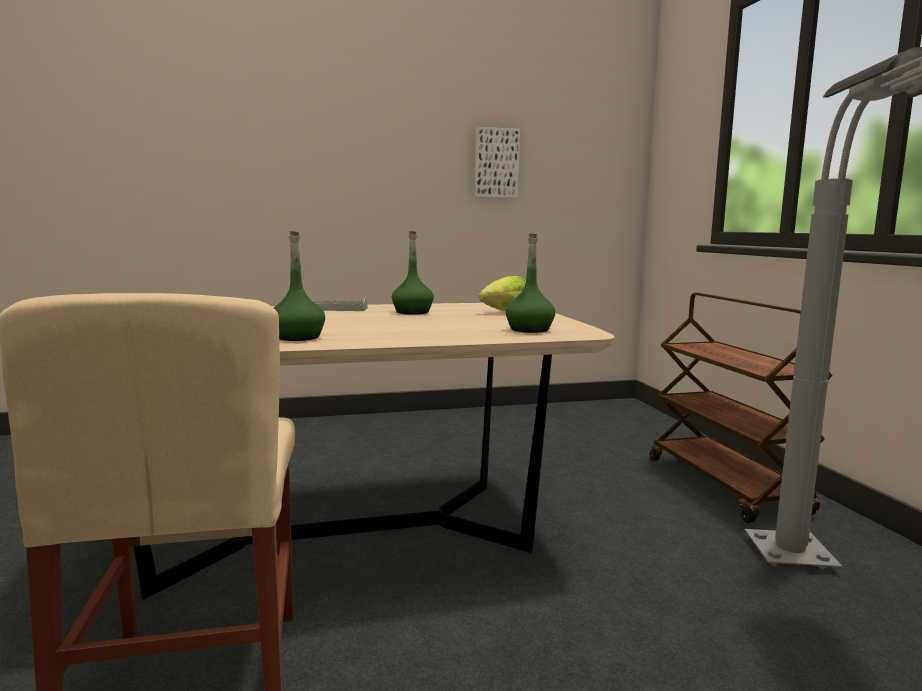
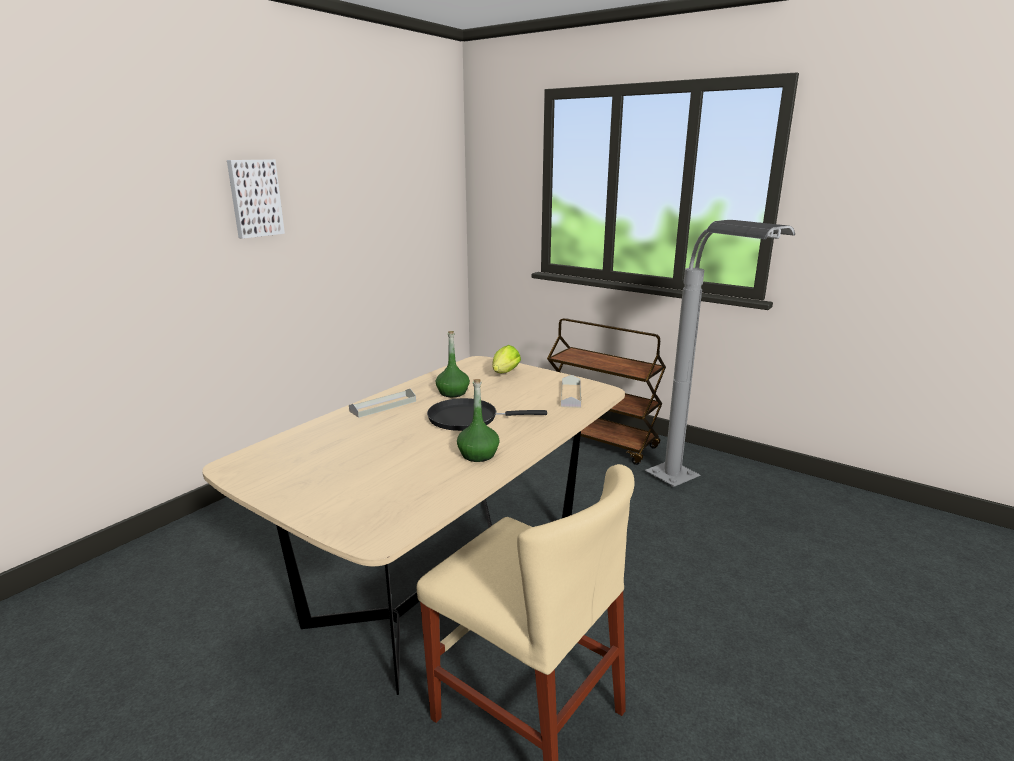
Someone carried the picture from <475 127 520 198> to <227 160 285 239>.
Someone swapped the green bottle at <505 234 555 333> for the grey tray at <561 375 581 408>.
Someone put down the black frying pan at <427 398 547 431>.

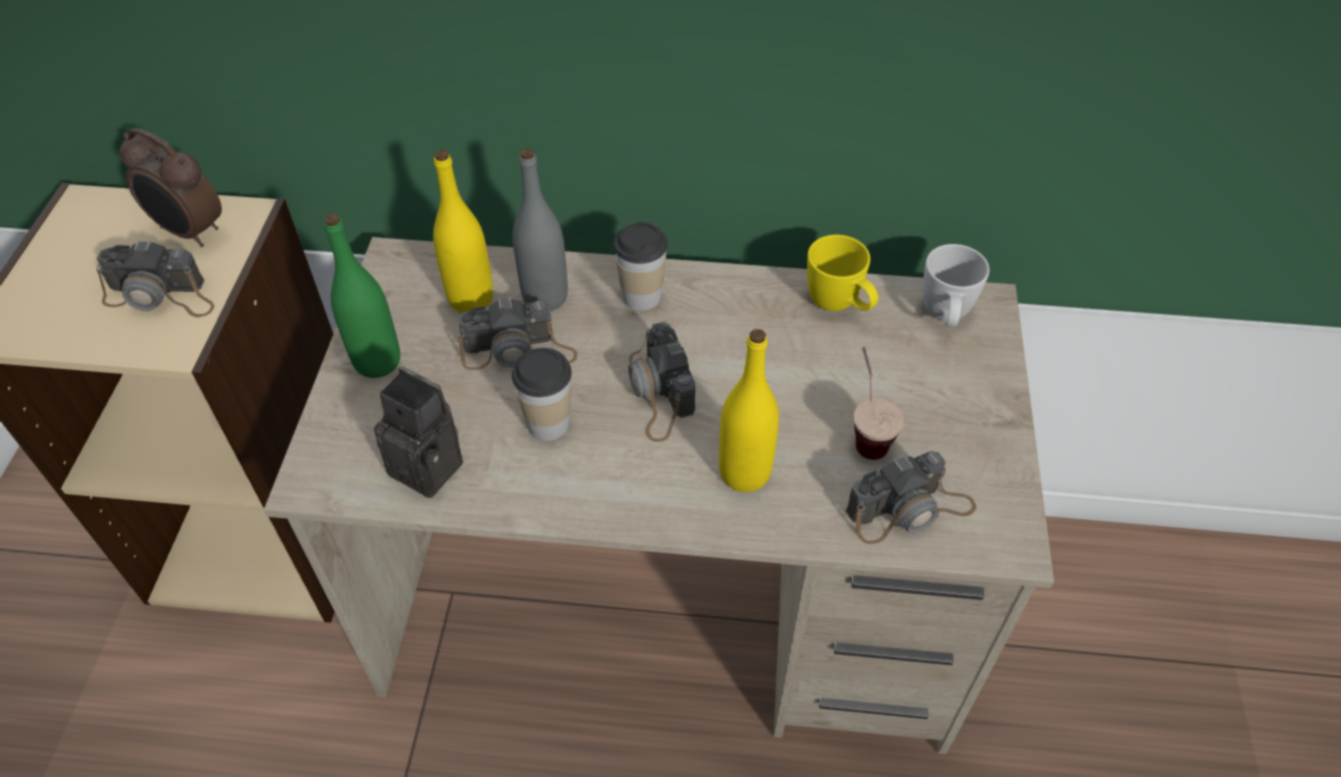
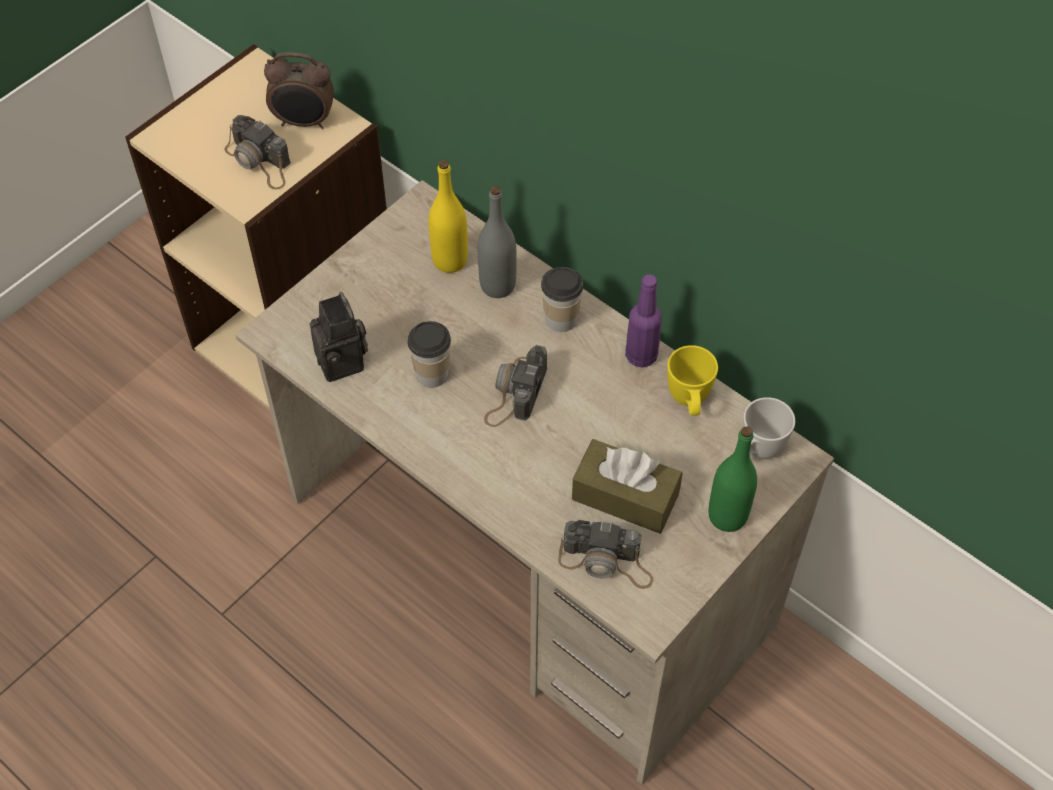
Someone rotated the alarm clock at <119 128 222 247> by 60 degrees counterclockwise.
Someone carried the green bottle from <324 213 400 378> to <708 426 757 532>.
Someone took away the photo camera at <458 297 577 370>.
Someone took away the yellow bottle at <719 329 779 492>.
Someone swapped the cup at <854 347 904 460> for the brown tissue box at <572 439 682 534>.
Someone put down the purple bottle at <625 274 662 367>.

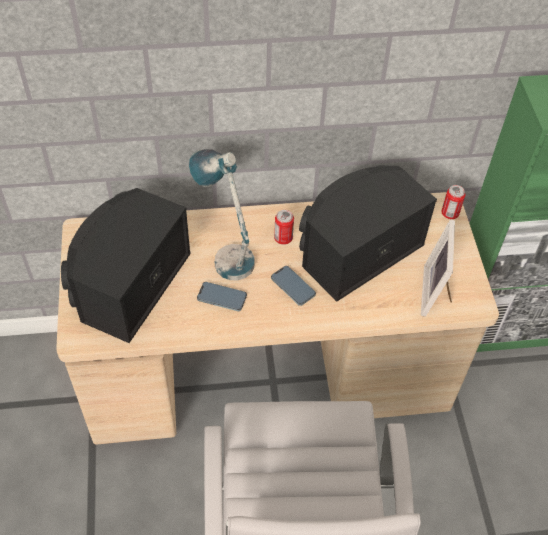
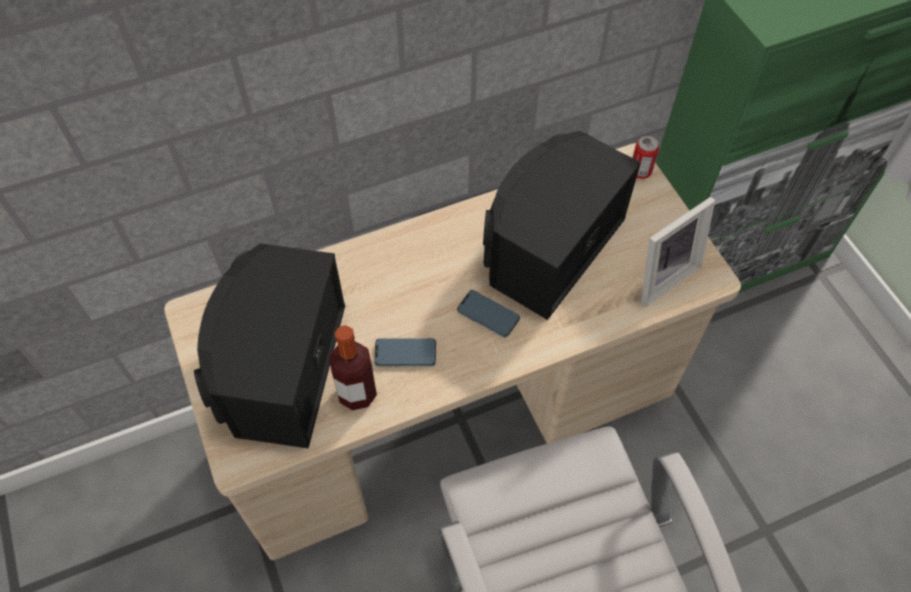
Someone took away the table lamp at <189 149 255 280>.
Someone took away the can at <274 210 294 245>.
Someone rotated the picture frame at <421 220 455 317> by 120 degrees counterclockwise.
Someone put down the bottle at <329 325 377 410>.

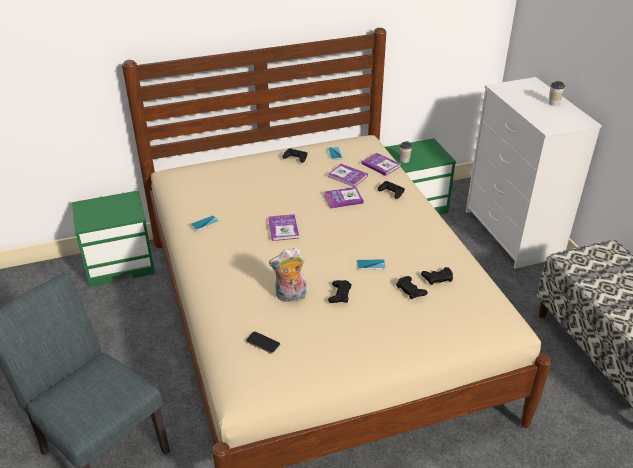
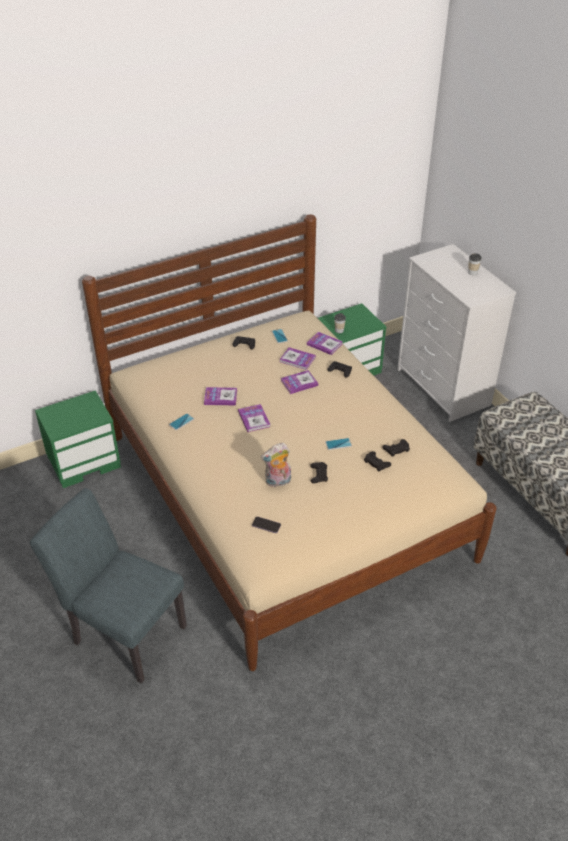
Someone put down the book at <204 387 237 405>.

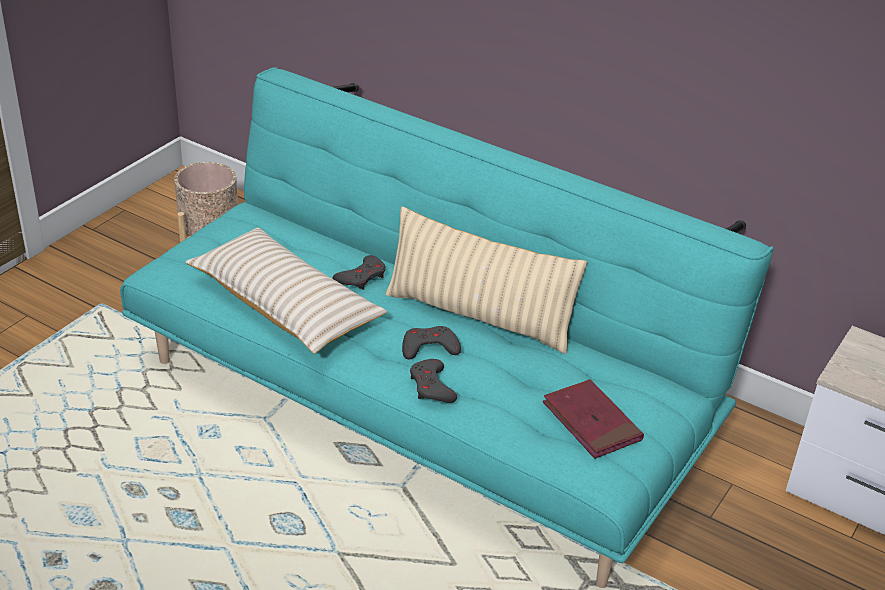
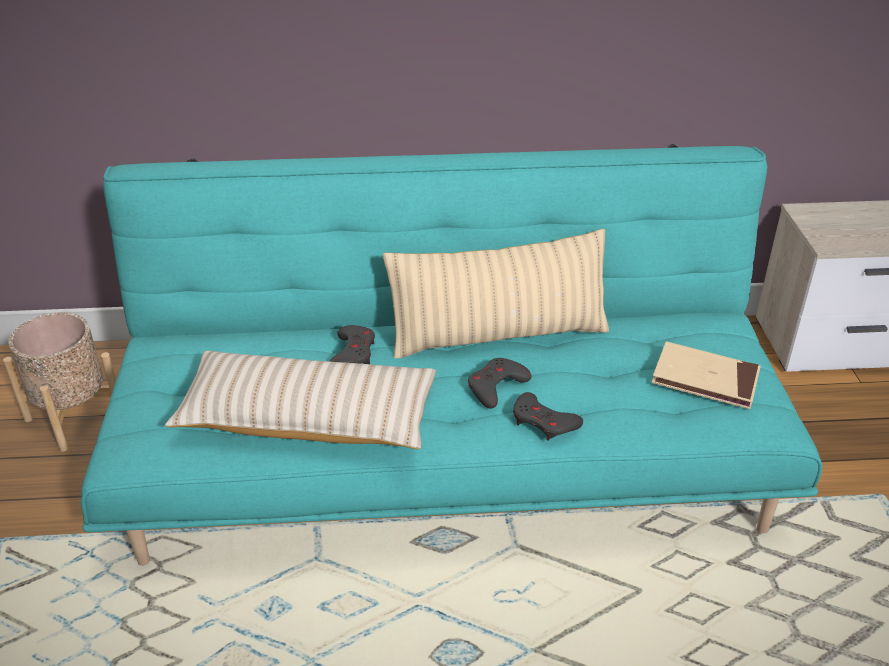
Someone repainted the red book at <543 379 644 459>, which became the beige book at <652 341 761 409>.

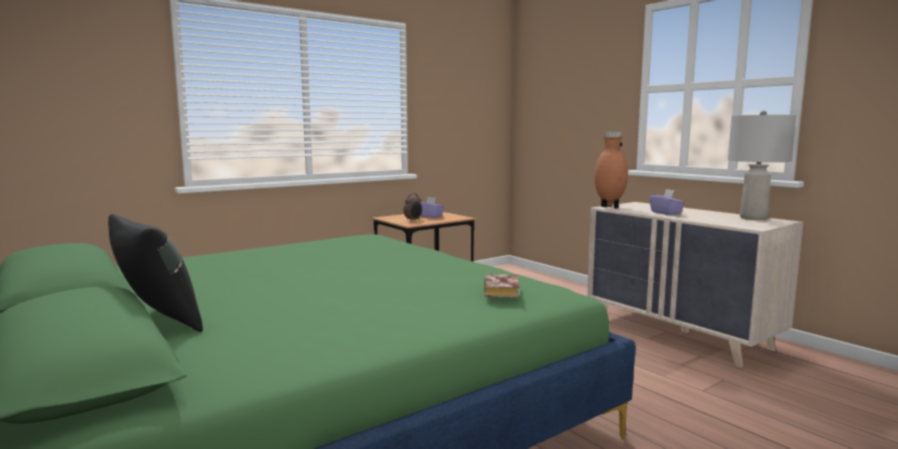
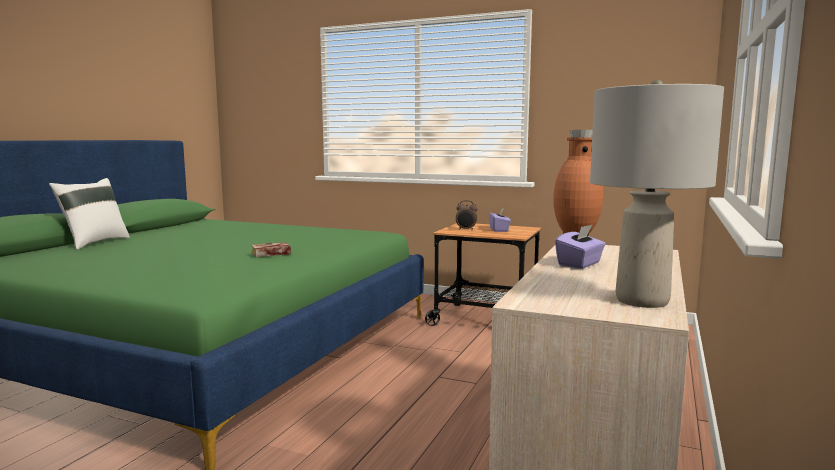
Someone repainted the black pillow at <108 214 203 332>, which became the white pillow at <49 178 130 250>.
Someone carried the book from <484 274 520 298> to <251 242 291 257>.

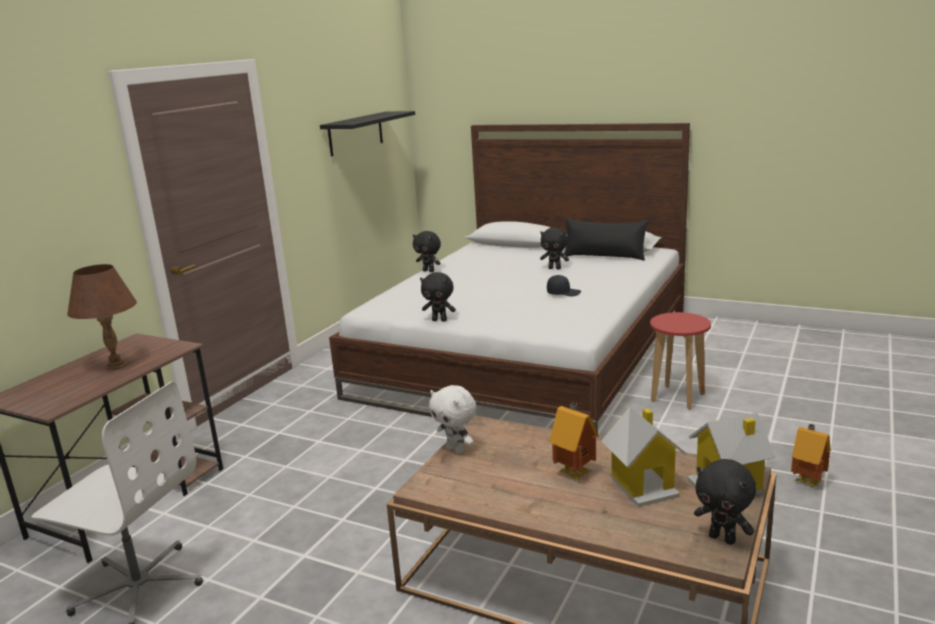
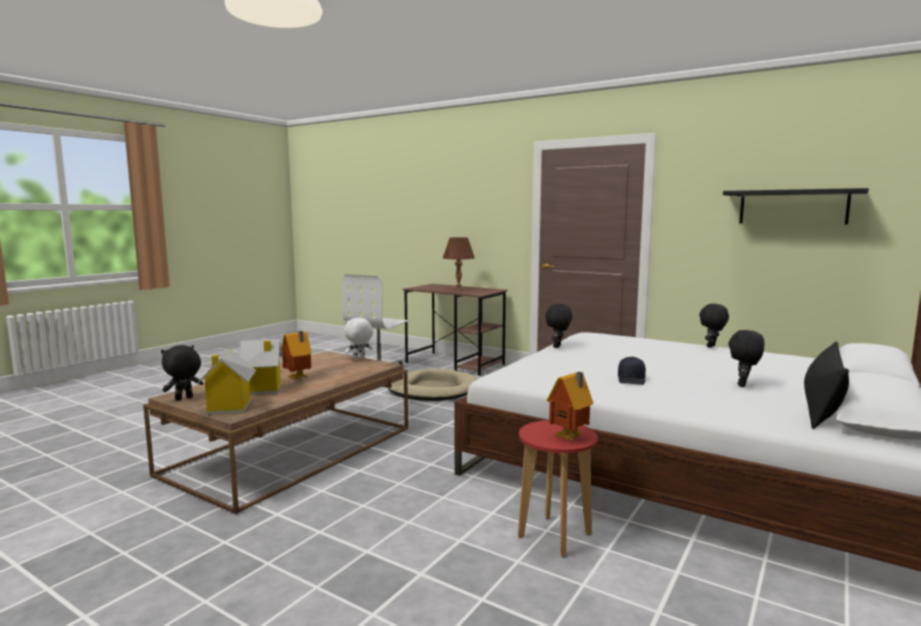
Someone carried the toy house from <791 424 831 488> to <547 372 593 441>.
Someone put down the beige dog bed at <388 369 477 401>.

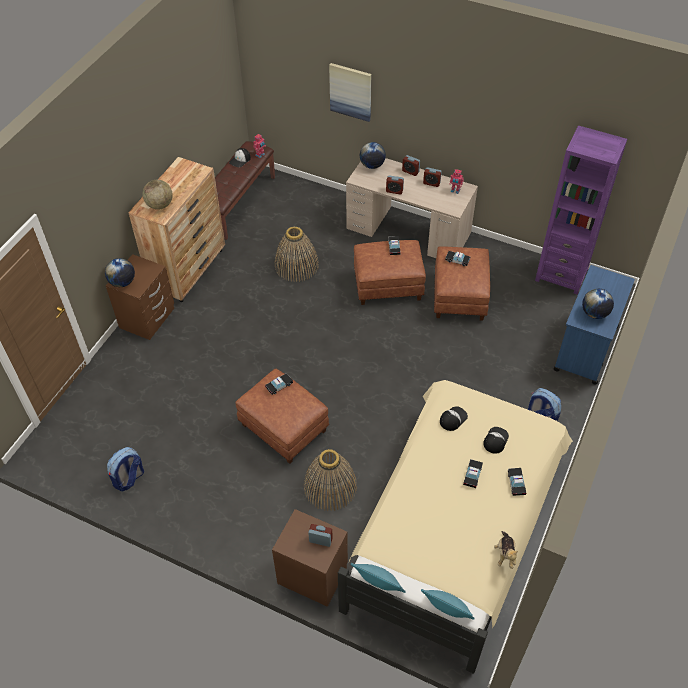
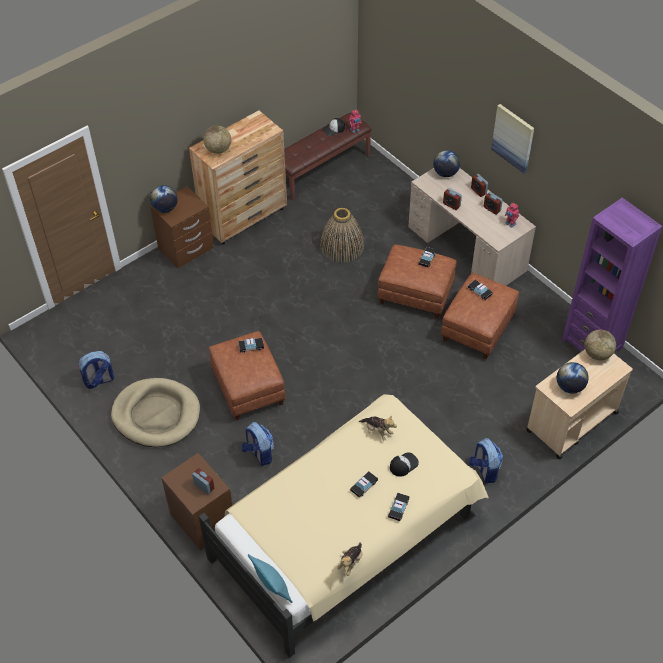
Someone carried the picture from <329 63 371 122> to <491 104 534 173>.
Someone repainted the blue cart at <554 265 635 385>, which became the beige cart at <526 349 633 459>.
Someone swapped the cap at <440 406 468 431> for the plush toy at <359 415 397 440>.
Someone swapped the basket at <304 449 357 511> for the backpack at <241 422 274 466>.
Someone took away the turquoise pillow at <351 563 406 593>.
Someone put down the globe at <585 330 616 360>.
Someone put down the beige dog bed at <111 378 200 447>.

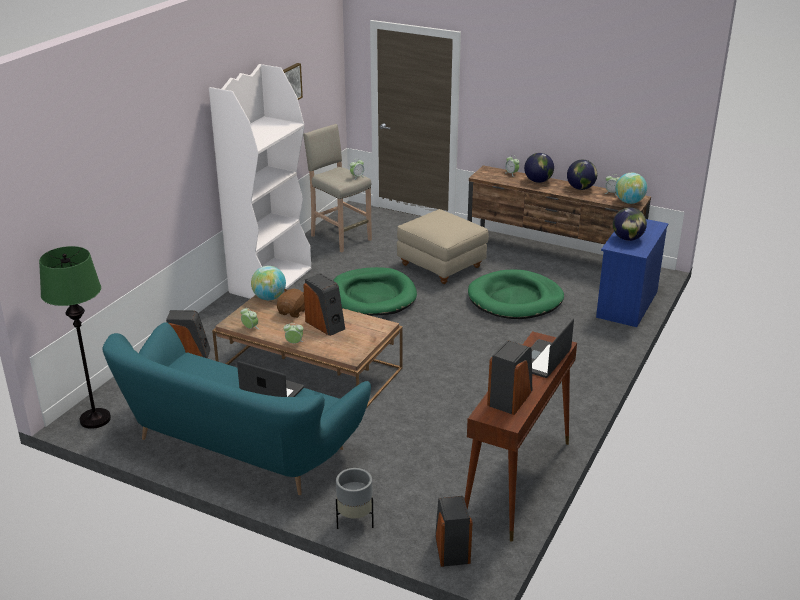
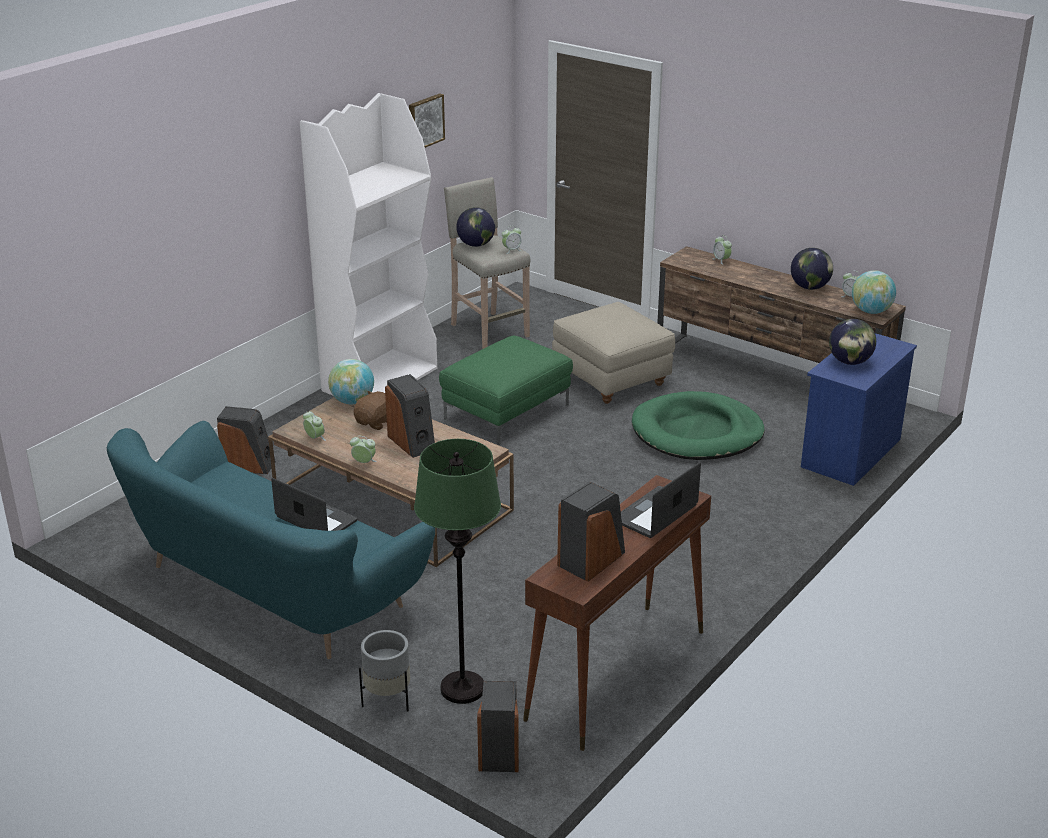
Someone carried the globe from <524 153 554 183> to <456 207 495 247>.
Someone carried the green floor lamp from <39 246 111 429> to <414 439 501 704>.
Someone swapped the green dog bed at <333 267 417 316> for the green ottoman at <439 336 573 445>.

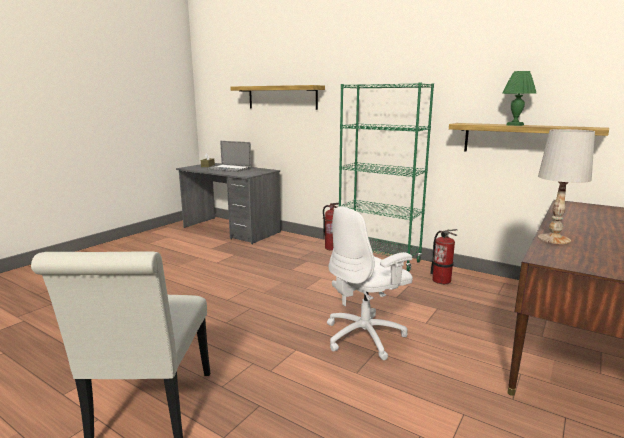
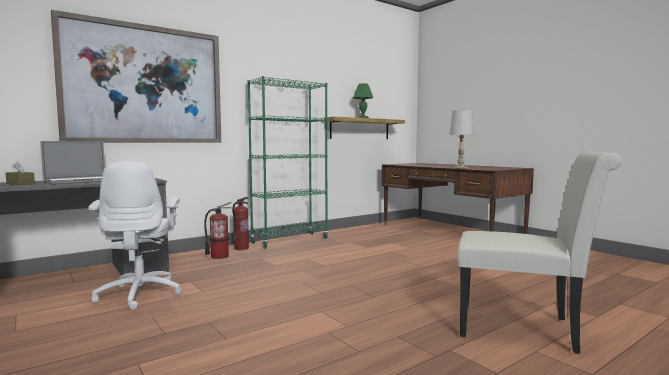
Someone swapped the shelf at <230 85 325 110> for the picture at <51 10 221 143>.
Someone carried the white office chair from <327 206 413 360> to <88 161 183 310>.
Someone carried the fire extinguisher from <430 229 457 284> to <204 202 231 259>.

